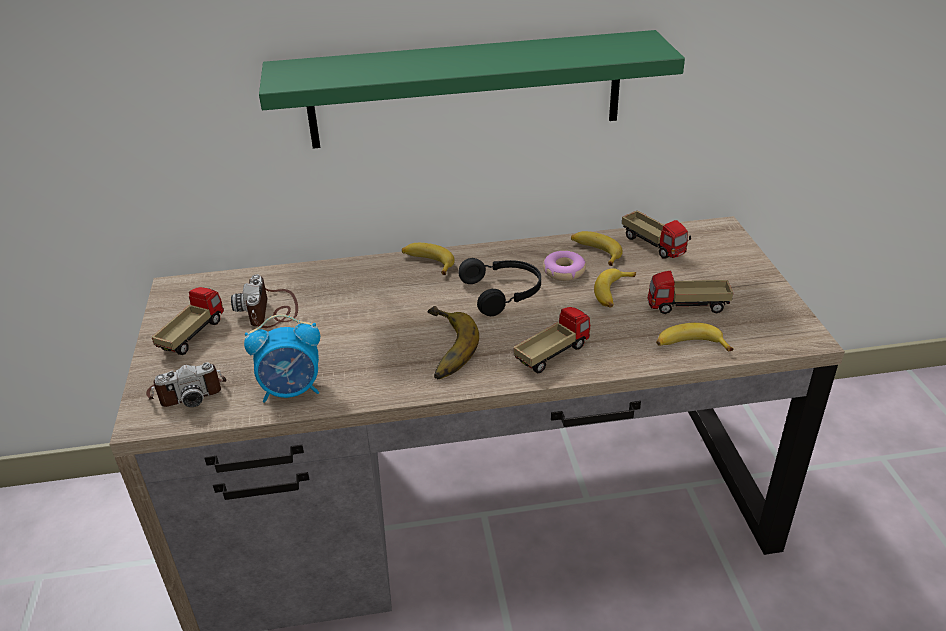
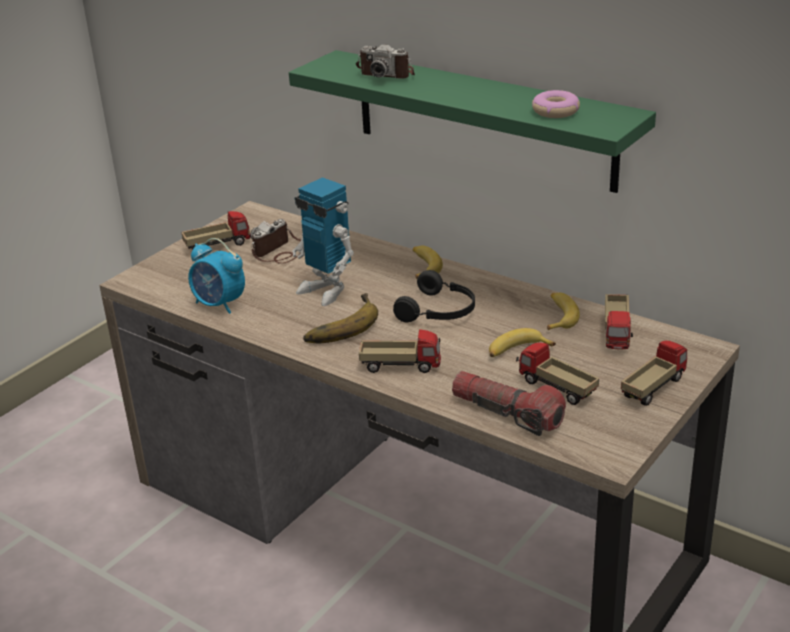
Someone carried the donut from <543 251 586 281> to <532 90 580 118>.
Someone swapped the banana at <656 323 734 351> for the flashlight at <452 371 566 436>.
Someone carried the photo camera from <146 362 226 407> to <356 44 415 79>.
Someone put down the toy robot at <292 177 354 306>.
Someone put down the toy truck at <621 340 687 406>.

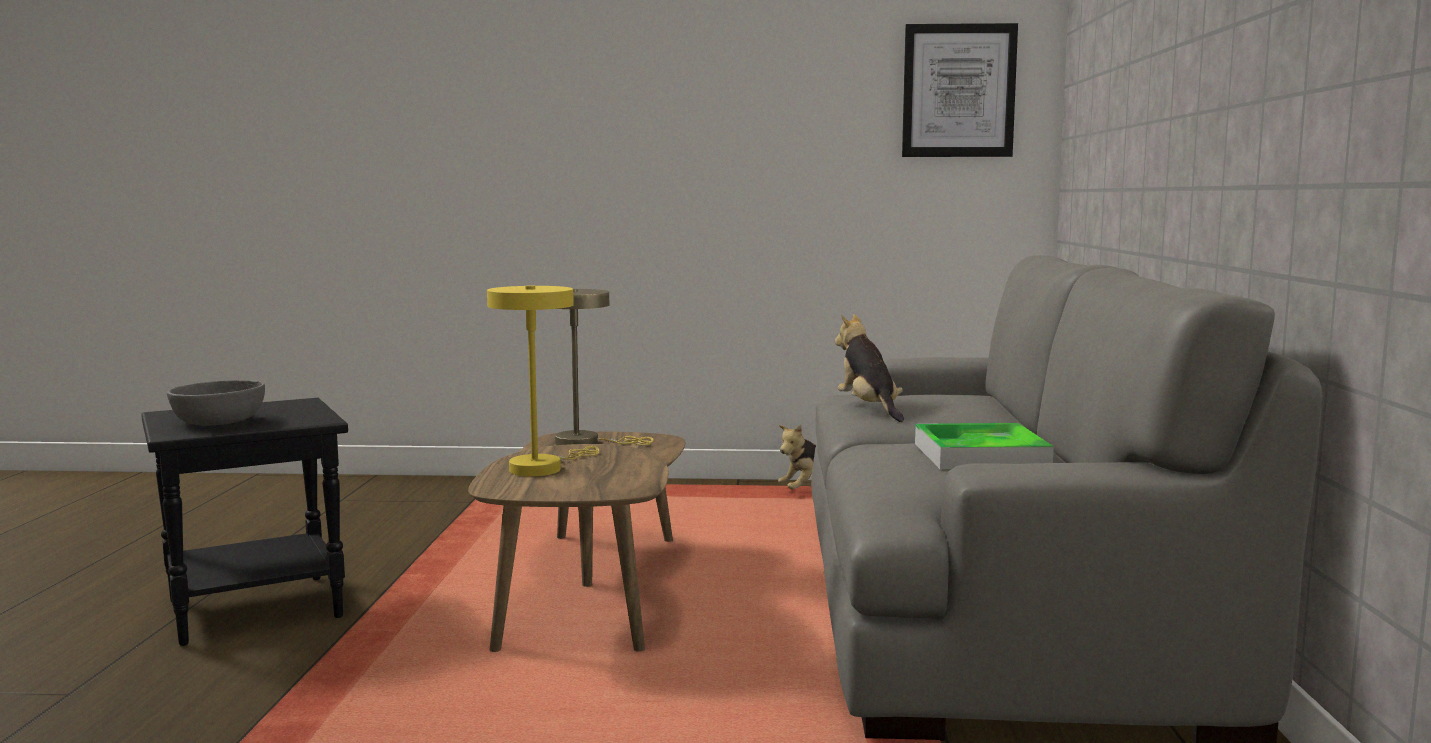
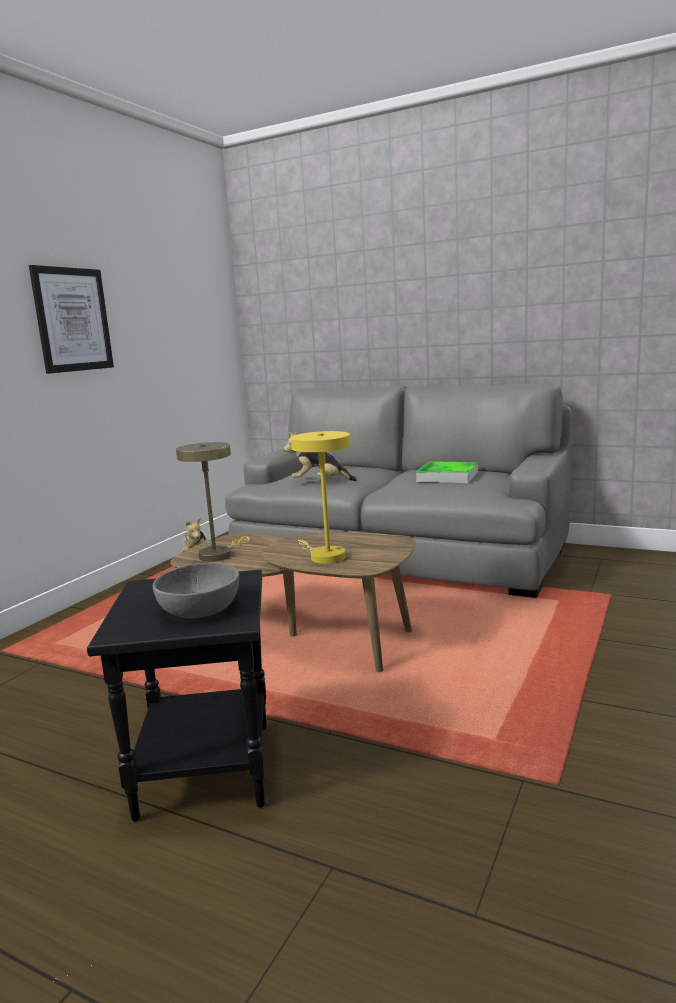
Someone carried the picture from <902 23 1018 157> to <29 265 114 374>.

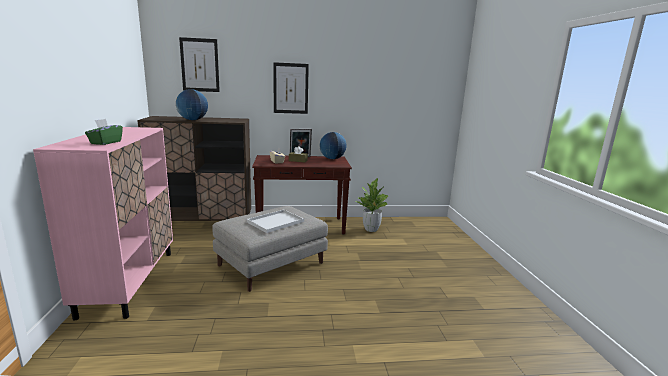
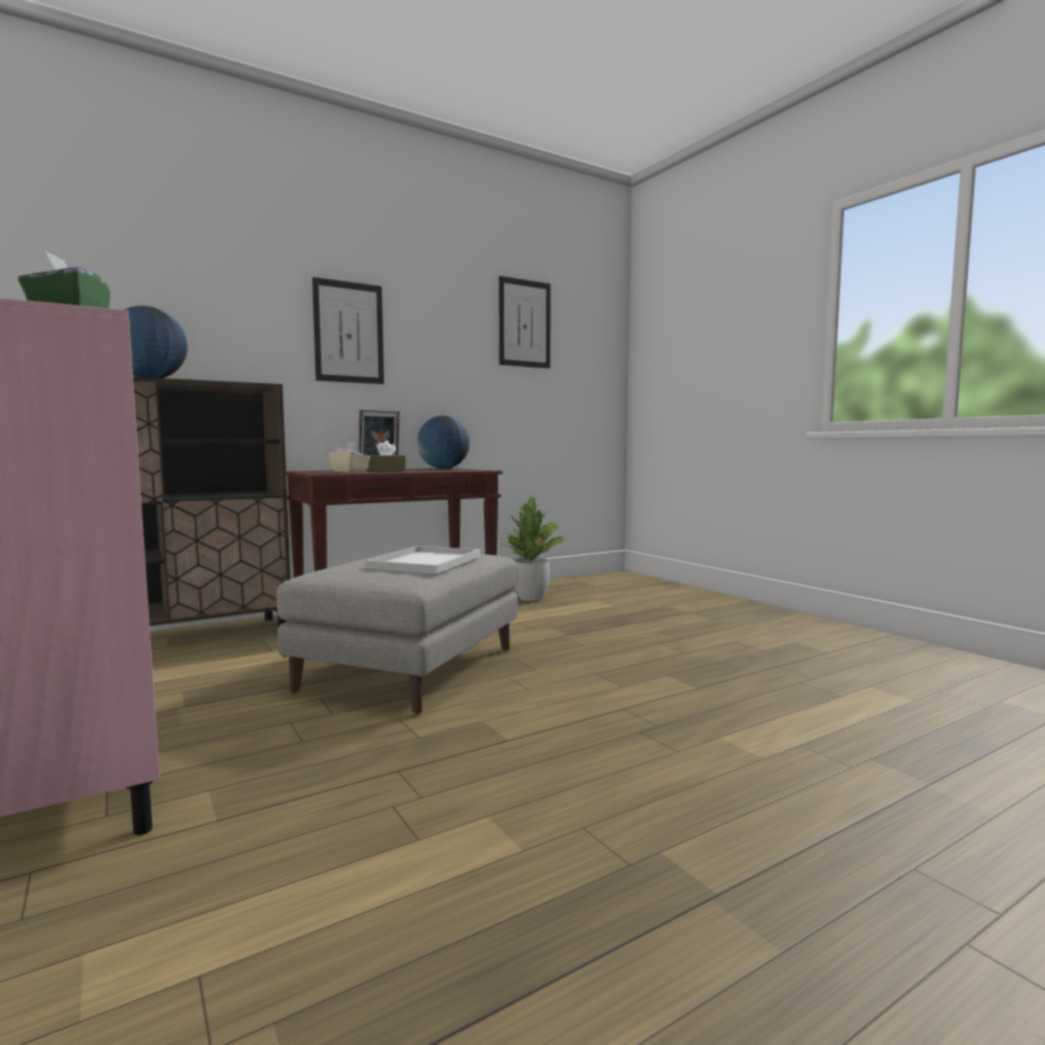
Someone carried the picture from <179 37 220 92> to <499 276 551 369>.

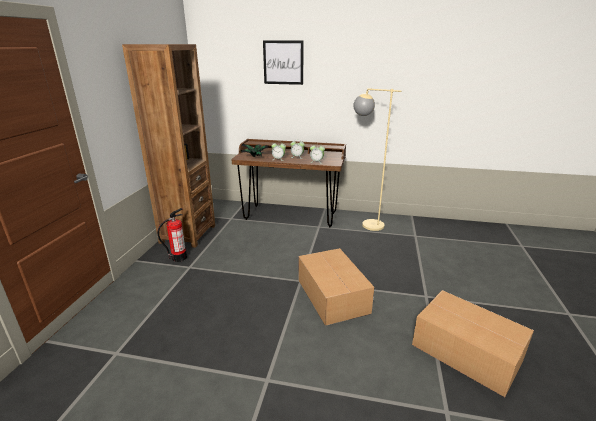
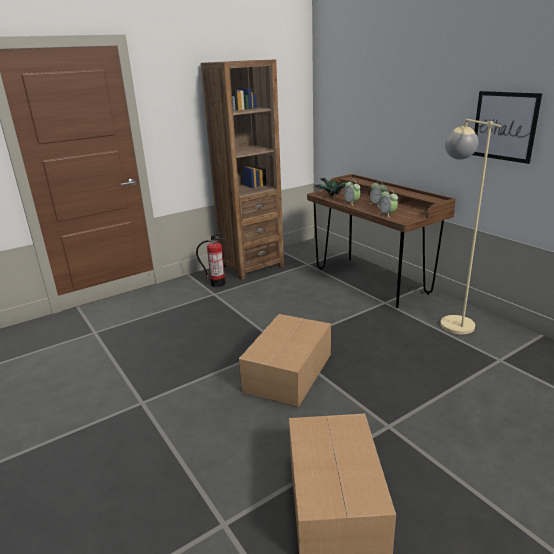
Someone carried the picture from <263 40 304 85> to <473 91 542 164>.

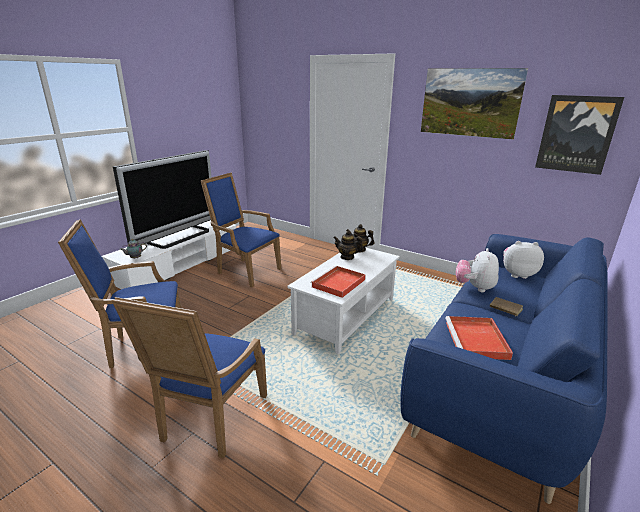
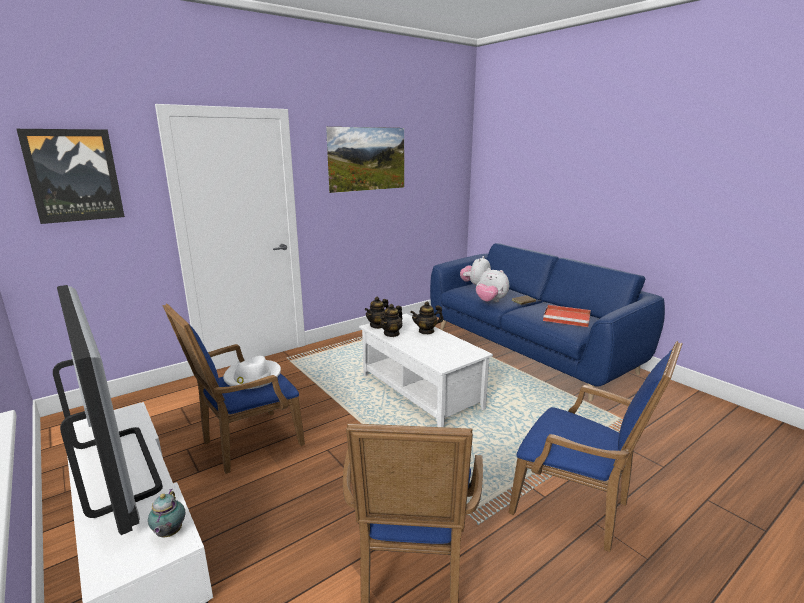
Someone carried the picture from <535 95 624 175> to <17 129 125 224>.
Someone took away the red tray at <311 266 366 298>.
Someone put down the teapot at <410 301 444 334>.
Someone put down the white hat at <223 356 281 389>.

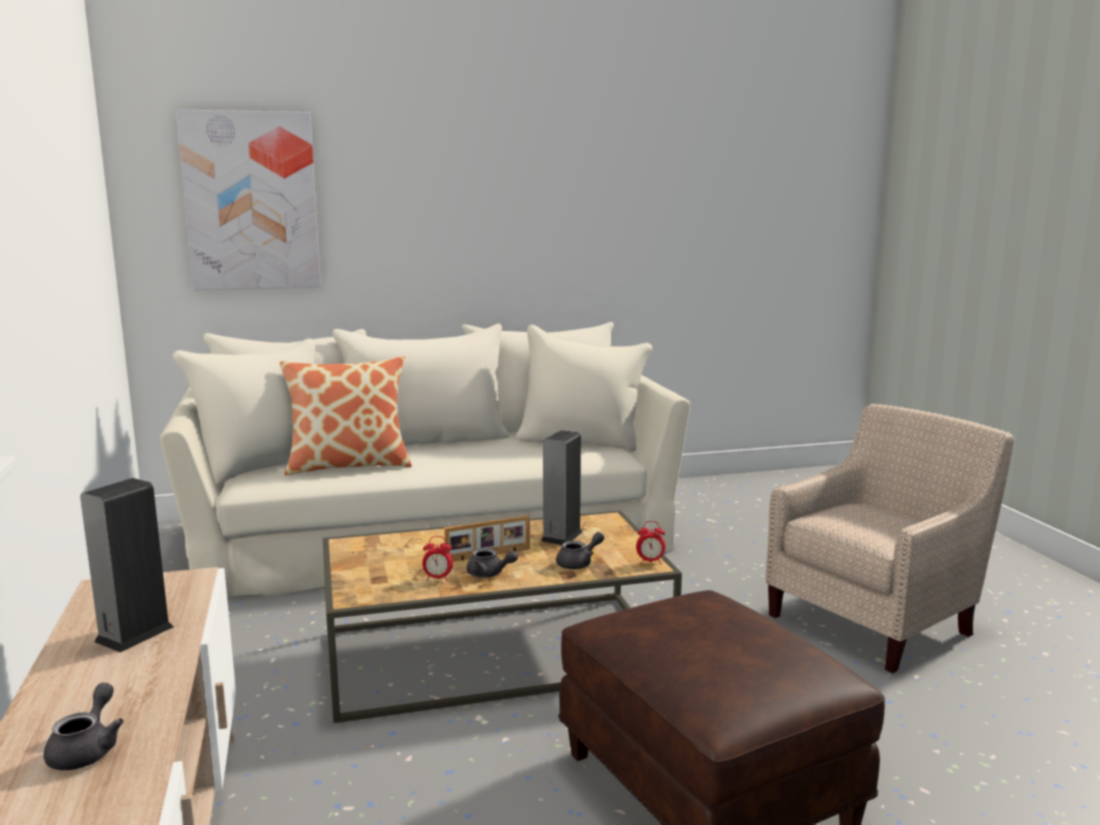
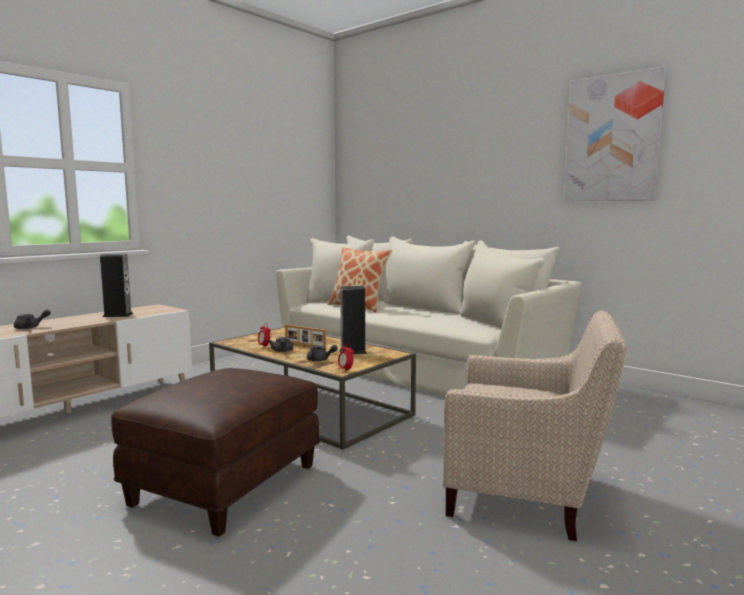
Someone carried the picture from <176 109 321 290> to <564 66 666 201>.

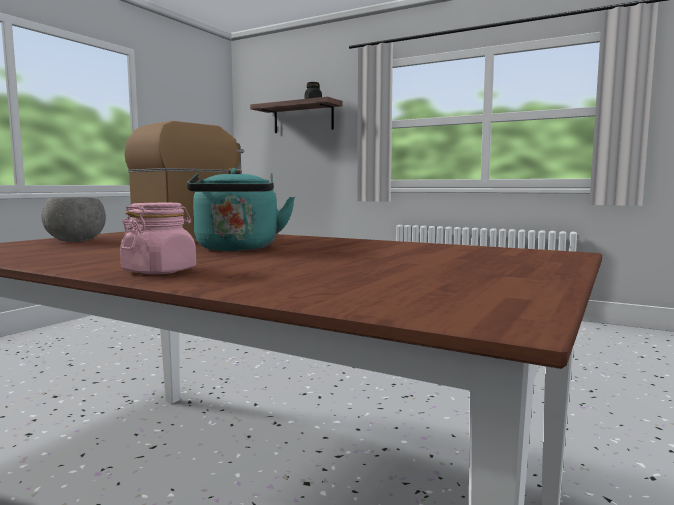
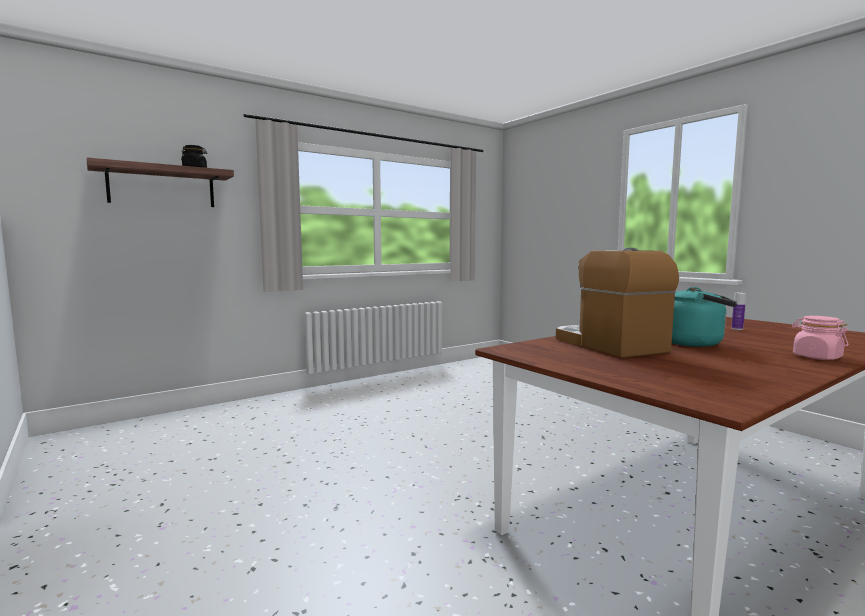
Someone took away the grey bowl at <41 197 106 242>.
Someone put down the bottle at <731 293 746 330>.

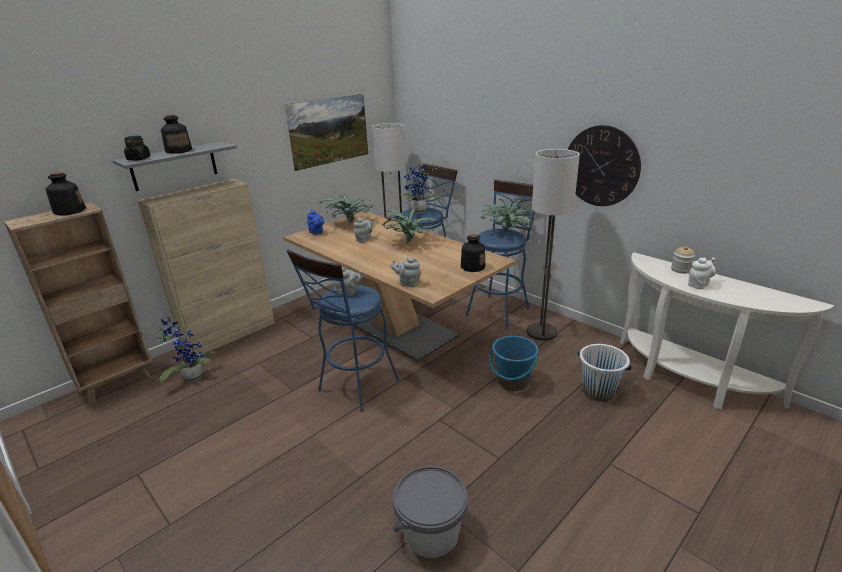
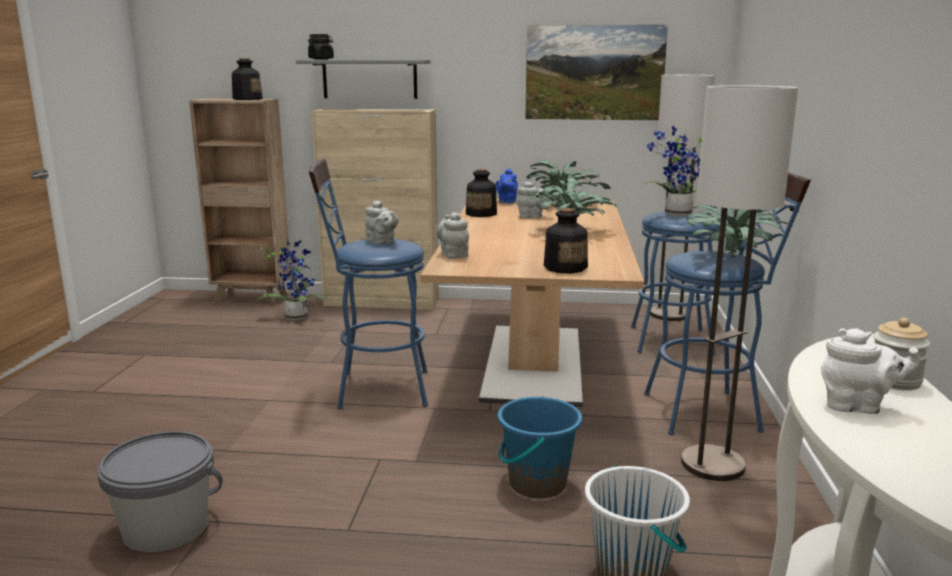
Someone carried the bottle from <161 115 192 154> to <466 169 497 217>.
Someone took away the wall clock at <568 125 641 206>.

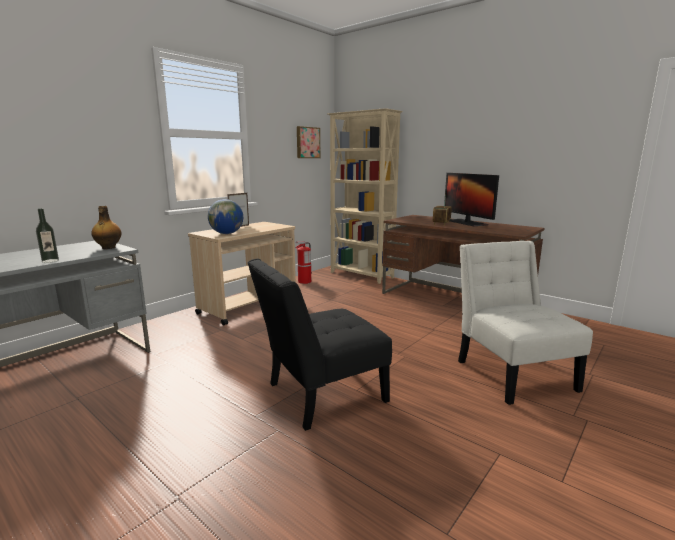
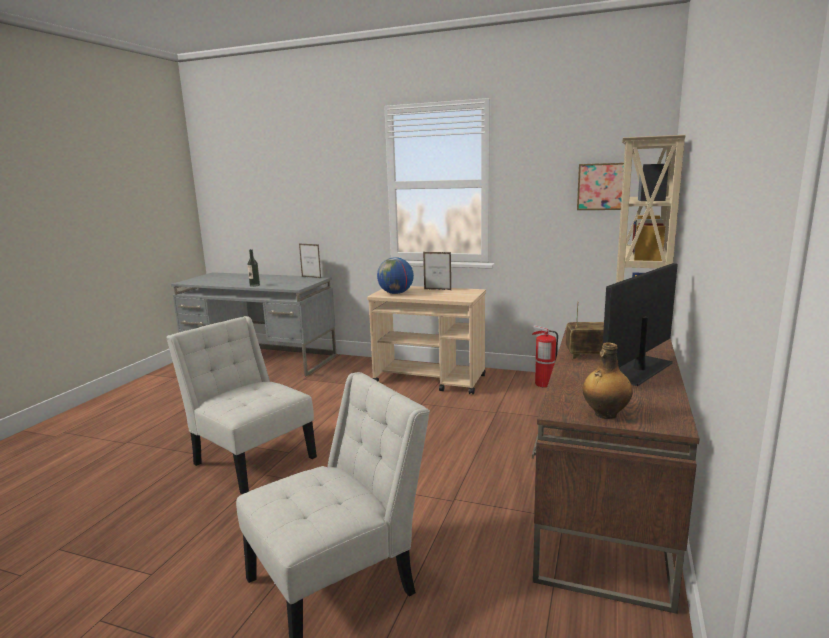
Someone carried the bottle from <91 206 121 249> to <582 342 633 419>.
Someone repainted the black chair at <248 259 392 431>, which became the white chair at <166 316 317 494>.
Someone put down the picture frame at <299 243 321 278>.

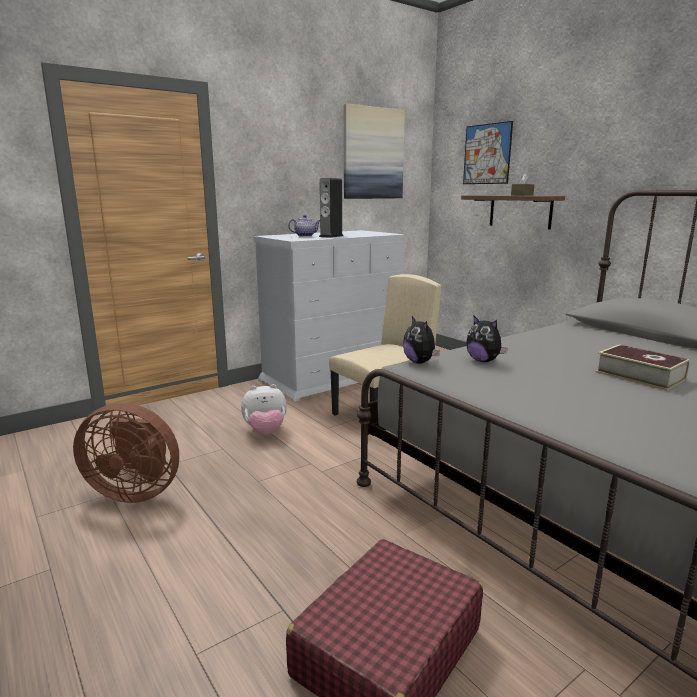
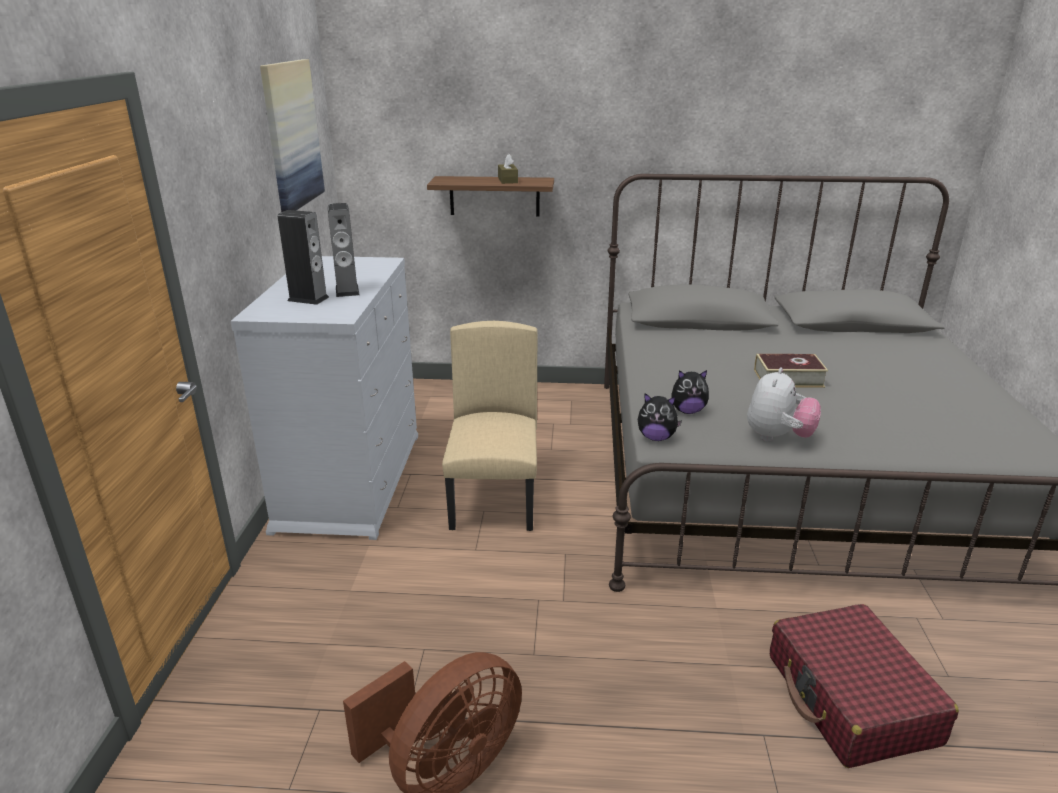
Someone took away the picture at <463 121 513 184>.
Someone swapped the teapot at <288 215 320 237> for the speaker at <278 210 329 305>.
Someone carried the plush toy from <241 384 287 435> to <747 367 821 441>.

